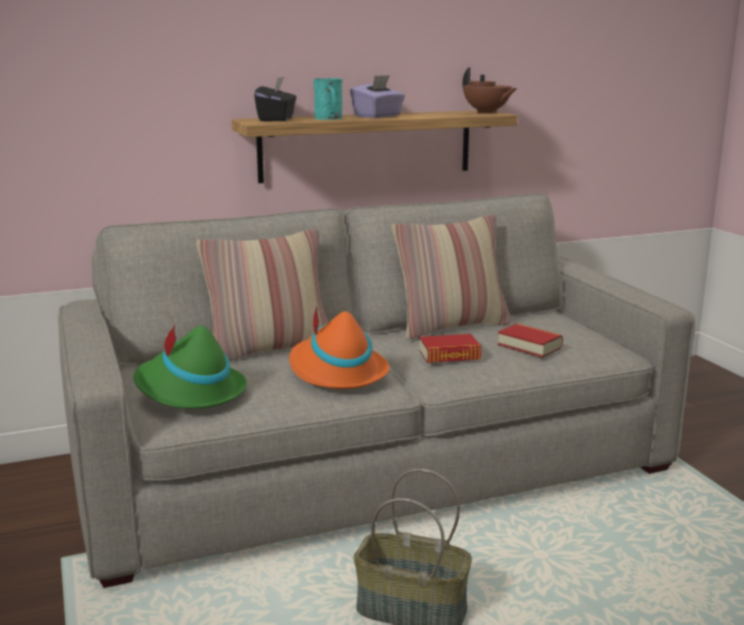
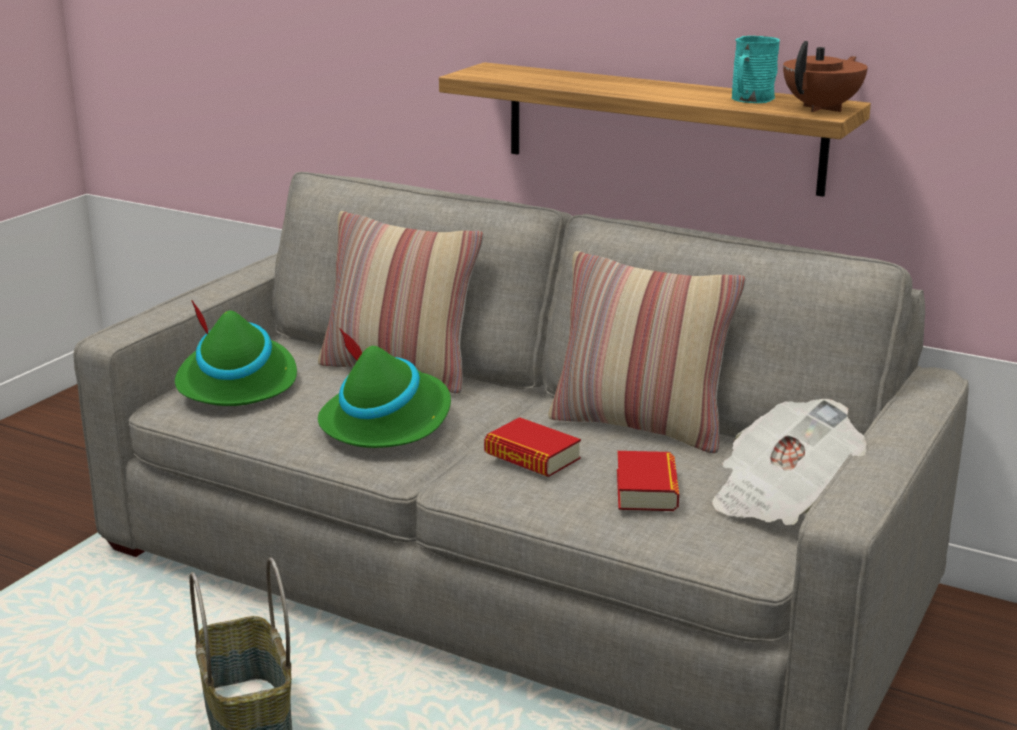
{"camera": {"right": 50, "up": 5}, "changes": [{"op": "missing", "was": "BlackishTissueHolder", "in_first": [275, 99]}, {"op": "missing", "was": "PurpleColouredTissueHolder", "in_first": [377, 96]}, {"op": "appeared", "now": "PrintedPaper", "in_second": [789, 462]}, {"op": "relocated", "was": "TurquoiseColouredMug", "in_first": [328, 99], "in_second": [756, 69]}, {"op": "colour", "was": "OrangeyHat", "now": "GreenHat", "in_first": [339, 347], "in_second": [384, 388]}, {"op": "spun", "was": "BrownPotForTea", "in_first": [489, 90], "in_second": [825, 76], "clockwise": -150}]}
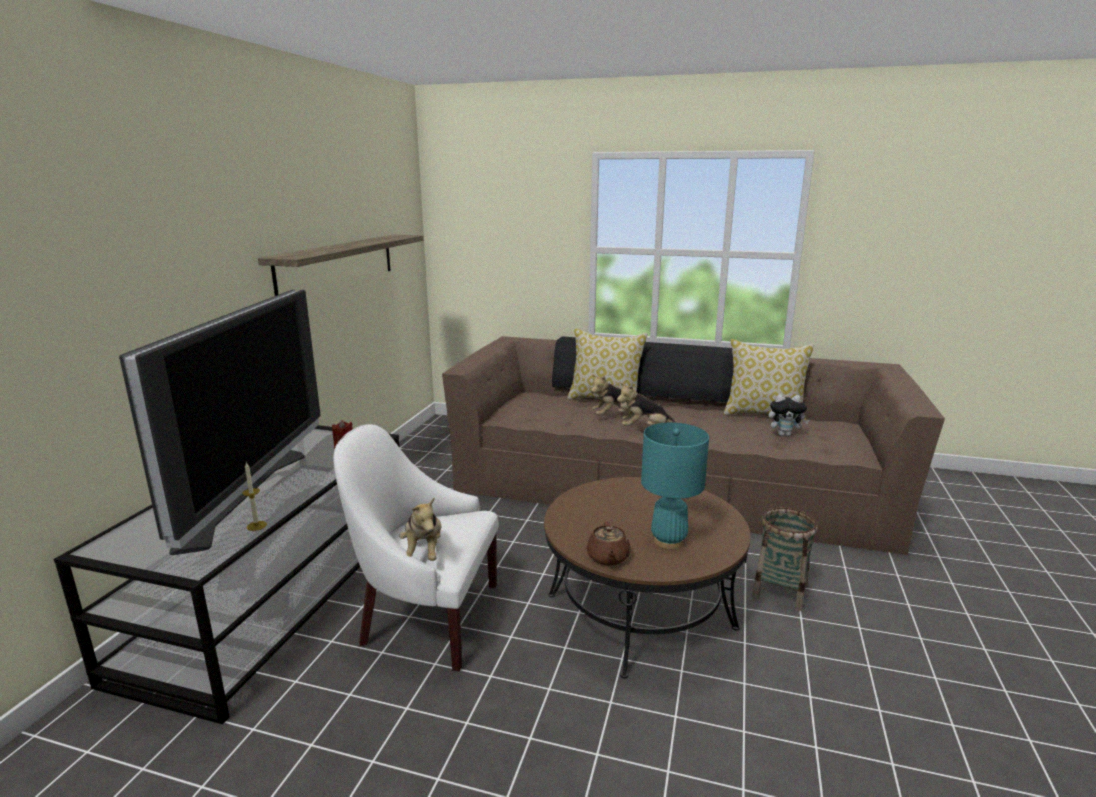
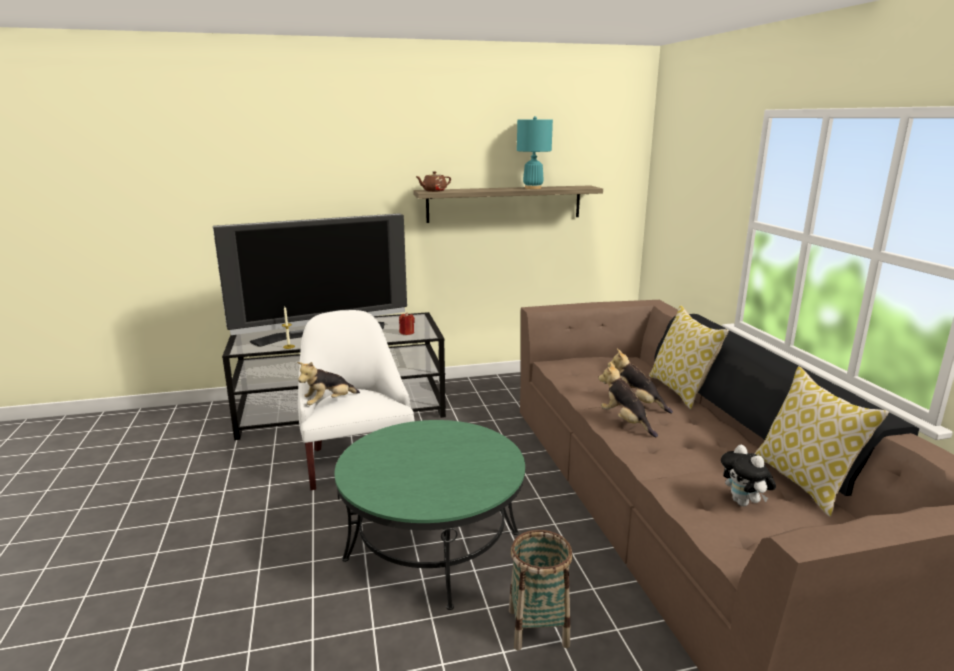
{"camera": {"right": 60, "up": 0}, "changes": [{"op": "relocated", "was": "BrownPotForTea", "in_first": [609, 543], "in_second": [433, 181]}, {"op": "relocated", "was": "TurquoiseColouredLampForATable", "in_first": [675, 486], "in_second": [535, 152]}, {"op": "colour", "was": "BrownCoffeeTable", "now": "GreenCoffeeTable", "in_first": [647, 577], "in_second": [429, 515]}]}
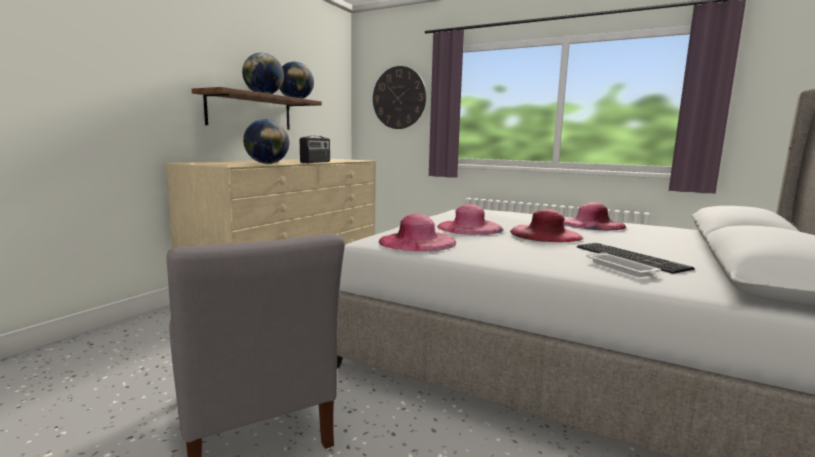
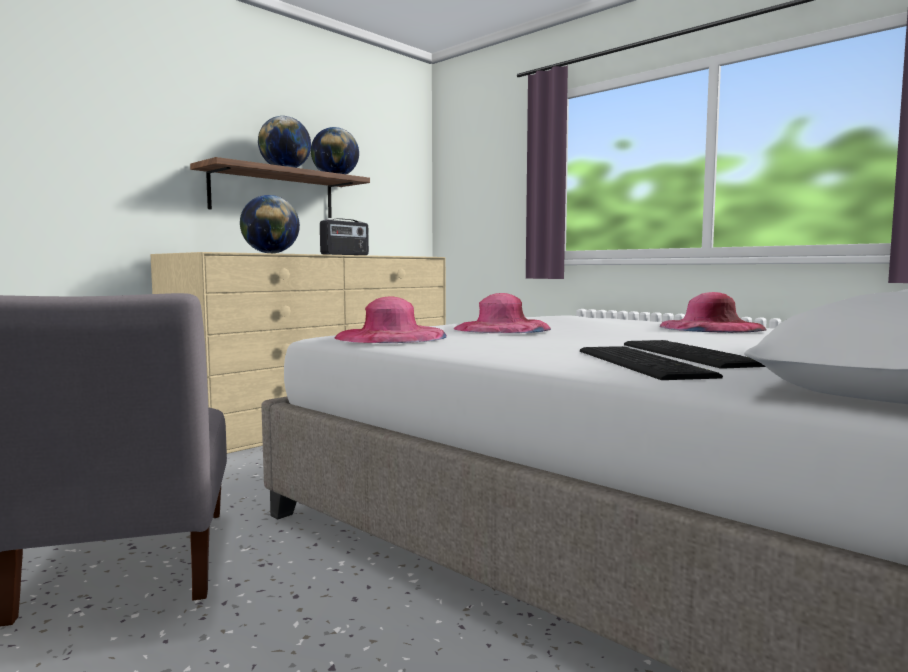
{"camera": {"right": 15, "up": -5}, "changes": [{"op": "missing", "was": "ClockOnTheWall", "in_first": [399, 97]}, {"op": "missing", "was": "PinkColouredHat", "in_first": [547, 225]}, {"op": "exchanged", "was": "WhiteColouredTray", "now": "PcKeyboard", "in_first": [623, 264], "in_second": [651, 363]}]}
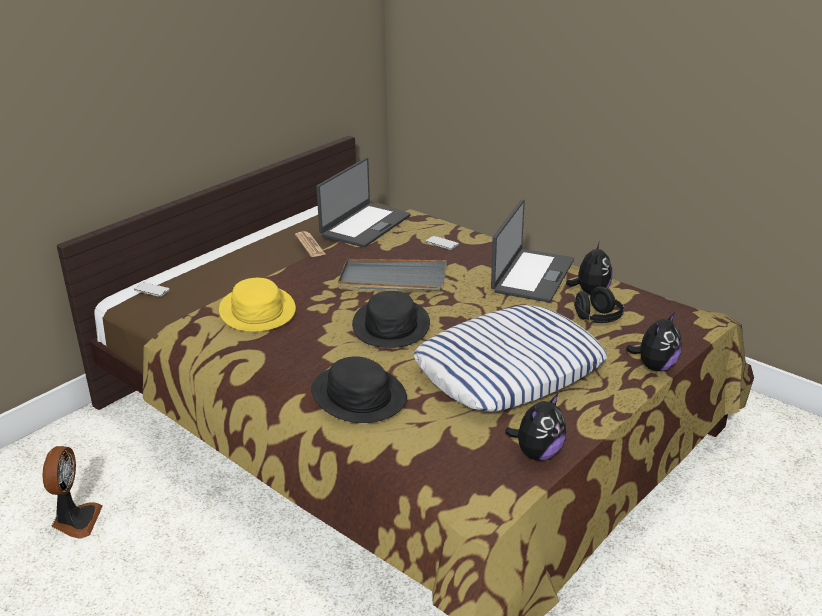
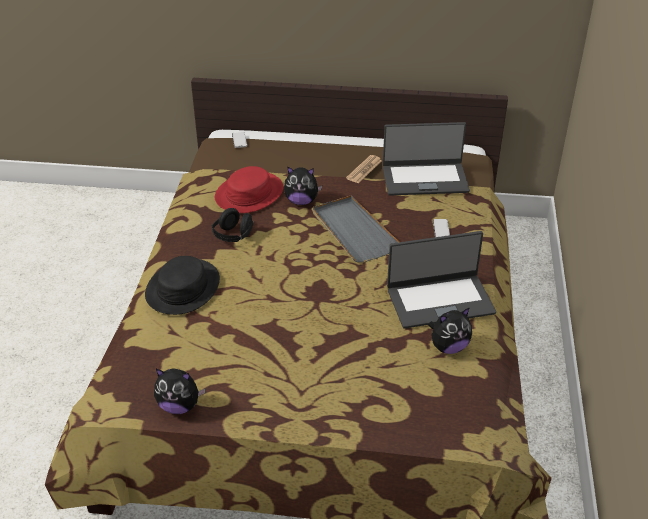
{"camera": {"right": 55, "up": 10}, "changes": [{"op": "missing", "was": "Fan", "in_first": [72, 492]}, {"op": "missing", "was": "BlackishHat", "in_first": [391, 319]}, {"op": "missing", "was": "ThrowPillow", "in_first": [510, 358]}, {"op": "relocated", "was": "BlackishHeadphones", "in_first": [598, 304], "in_second": [232, 225]}, {"op": "relocated", "was": "SoftToy", "in_first": [653, 341], "in_second": [303, 185]}, {"op": "colour", "was": "YellowishHat", "now": "RedColouredHat", "in_first": [257, 305], "in_second": [249, 189]}]}
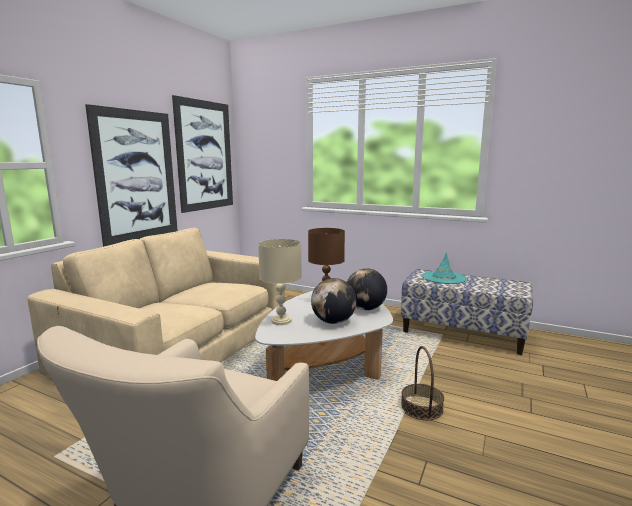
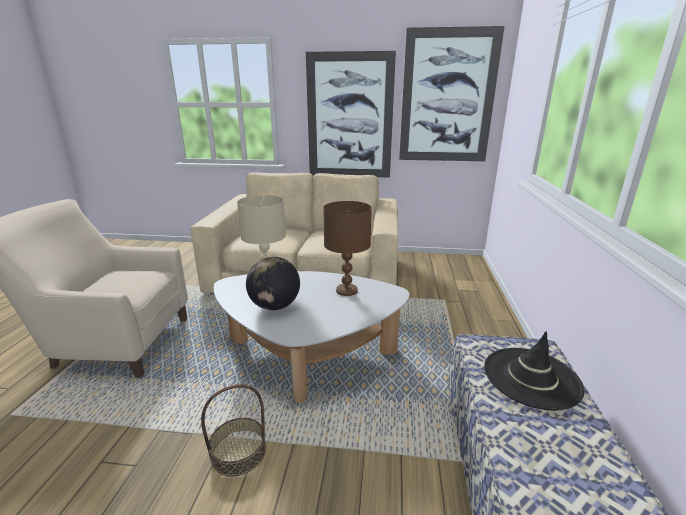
{"camera": {"right": 70, "up": 10}, "changes": [{"op": "missing", "was": "DeskGlobe", "in_first": [367, 289]}, {"op": "colour", "was": "TurquoiseColouredHat", "now": "BlackishHat", "in_first": [444, 268], "in_second": [534, 371]}]}
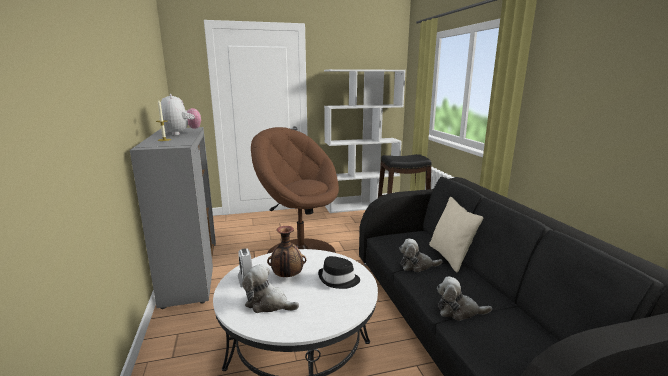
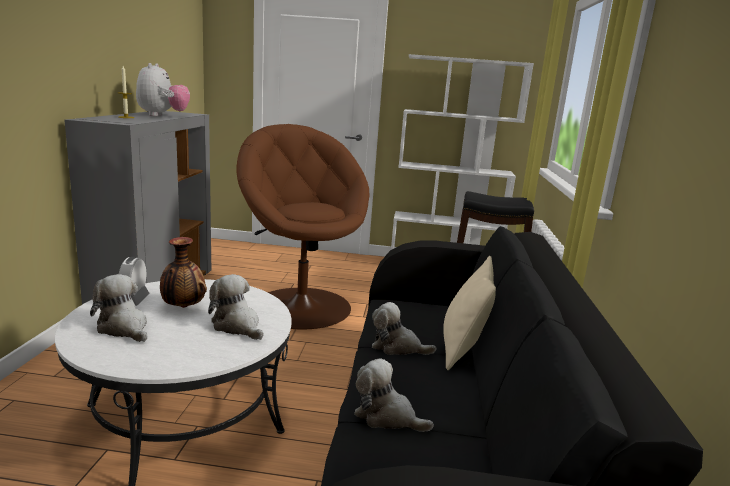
{"camera": {"right": 20, "up": 0}, "changes": [{"op": "exchanged", "was": "BlackishHat", "now": "SoftToy", "in_first": [339, 272], "in_second": [235, 307]}]}
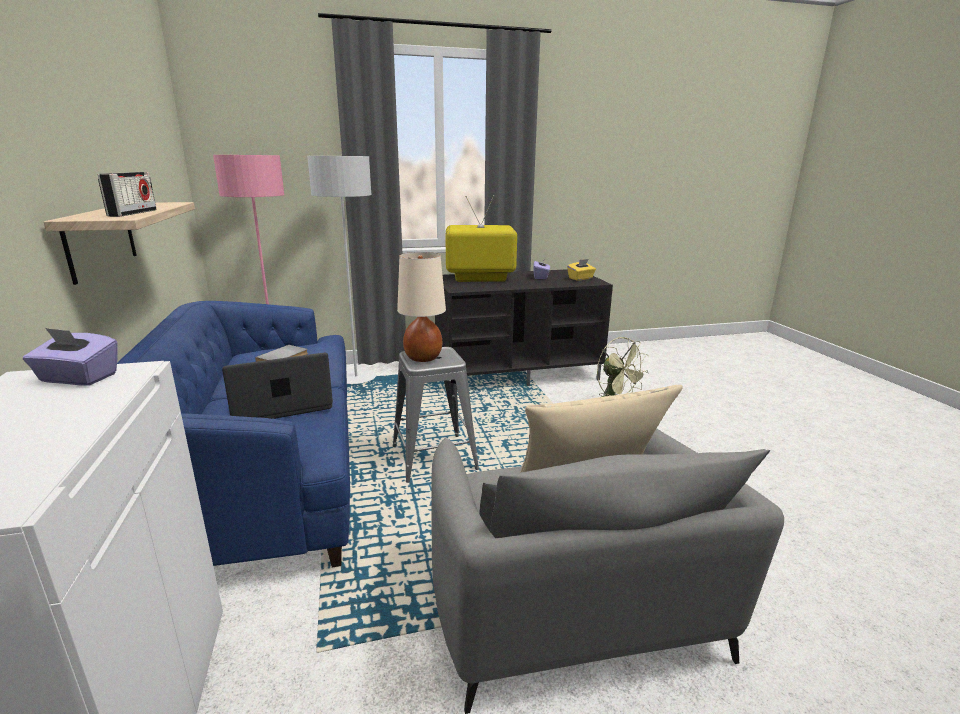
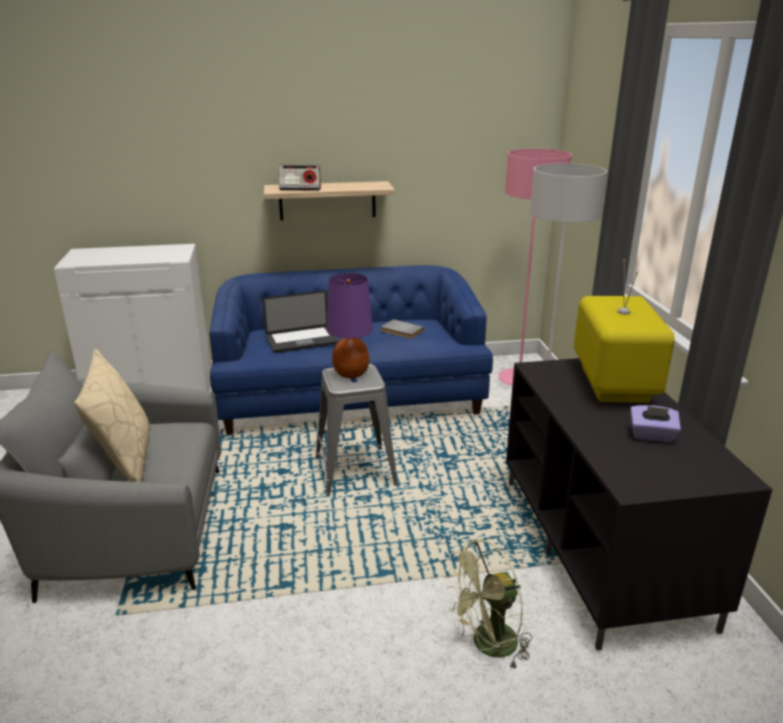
{"camera": {"right": 95, "up": 5}, "changes": [{"op": "missing", "was": "PurpleColouredTissueHolder", "in_first": [70, 357]}, {"op": "missing", "was": "YellowishTissueHolder", "in_first": [581, 270]}, {"op": "colour", "was": "SandColouredLampForATable", "now": "PurpleColouredLampForATable", "in_first": [421, 307], "in_second": [350, 325]}, {"op": "spun", "was": "Laptop", "in_first": [277, 386], "in_second": [300, 321], "clockwise": 90}]}
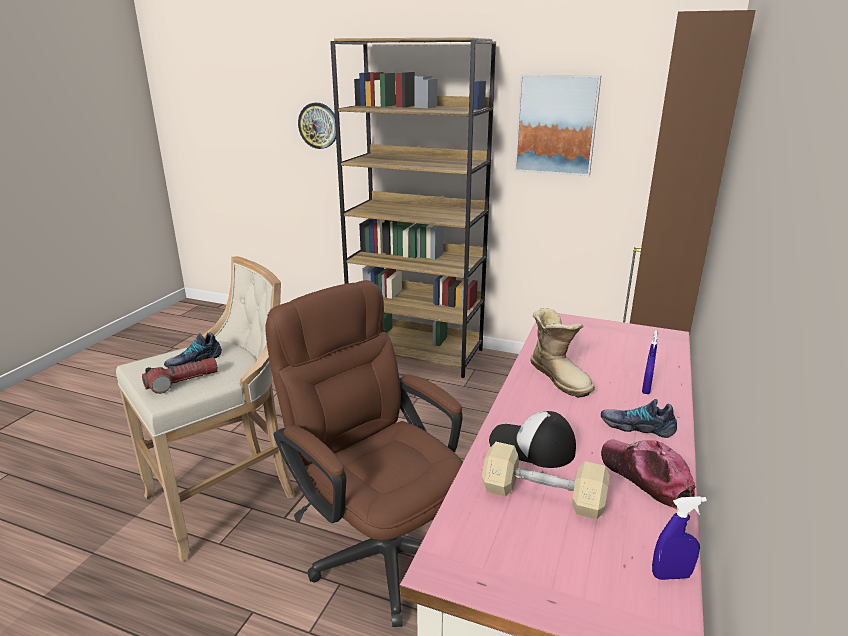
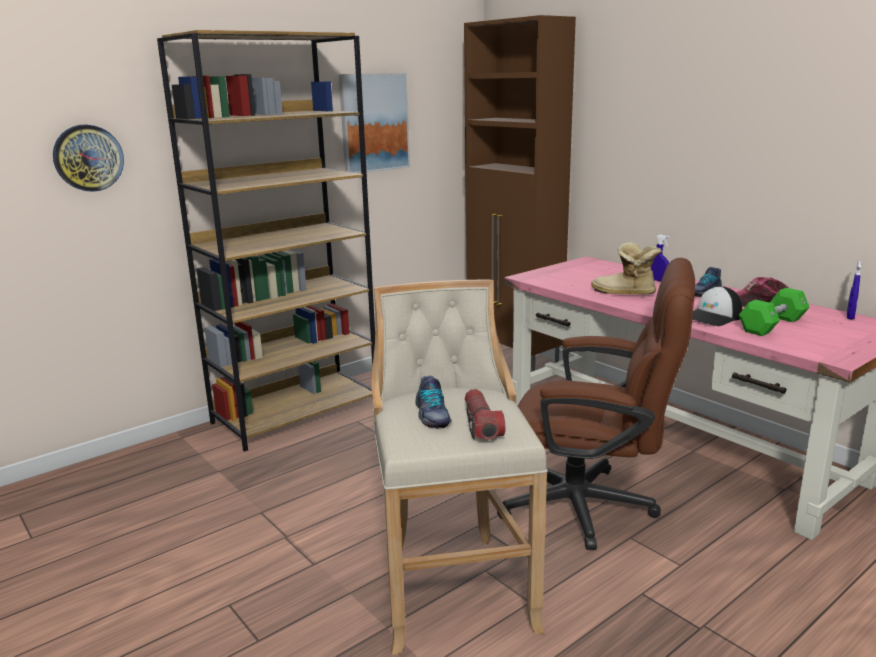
{"camera": {"right": -60, "up": -5}, "changes": [{"op": "colour", "was": "SandColouredHandWeight", "now": "GreenHandWeight", "in_first": [546, 481], "in_second": [774, 312]}, {"op": "spun", "was": "BrownDeskChair", "in_first": [364, 453], "in_second": [596, 404], "clockwise": -150}, {"op": "spun", "was": "HighTopBoot", "in_first": [562, 353], "in_second": [626, 268], "clockwise": -150}]}
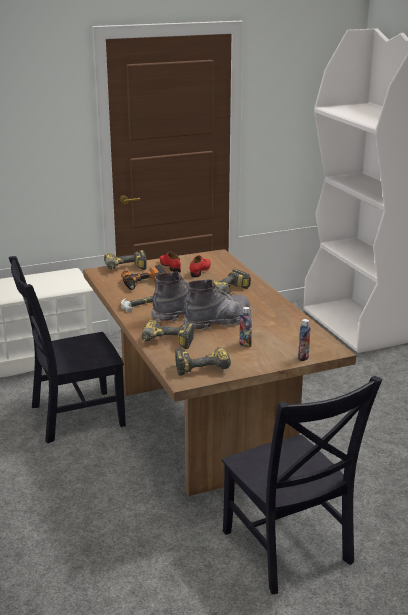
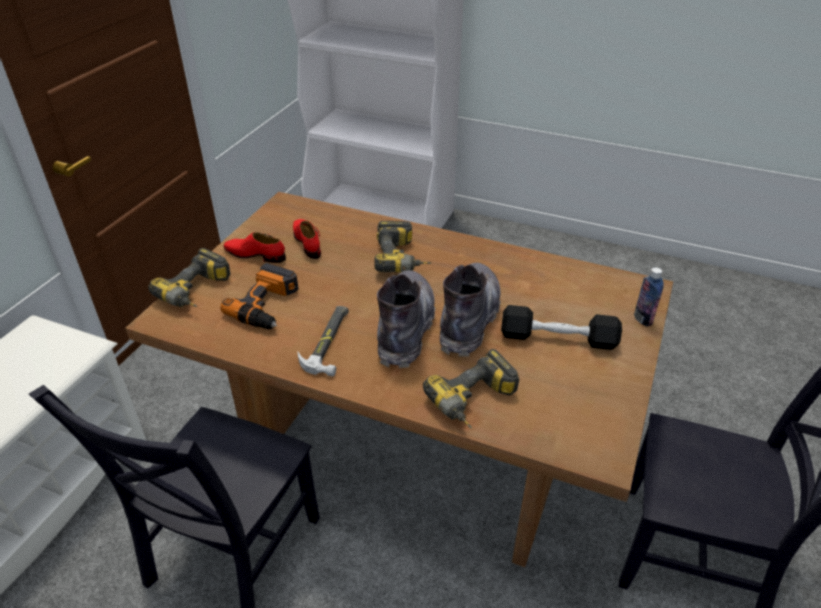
{"camera": {"right": -45, "up": 15}, "changes": [{"op": "missing", "was": "PowerDrill", "in_first": [203, 361]}, {"op": "exchanged", "was": "BeverageBottle", "now": "BlackishHandWeight", "in_first": [245, 327], "in_second": [561, 327]}]}
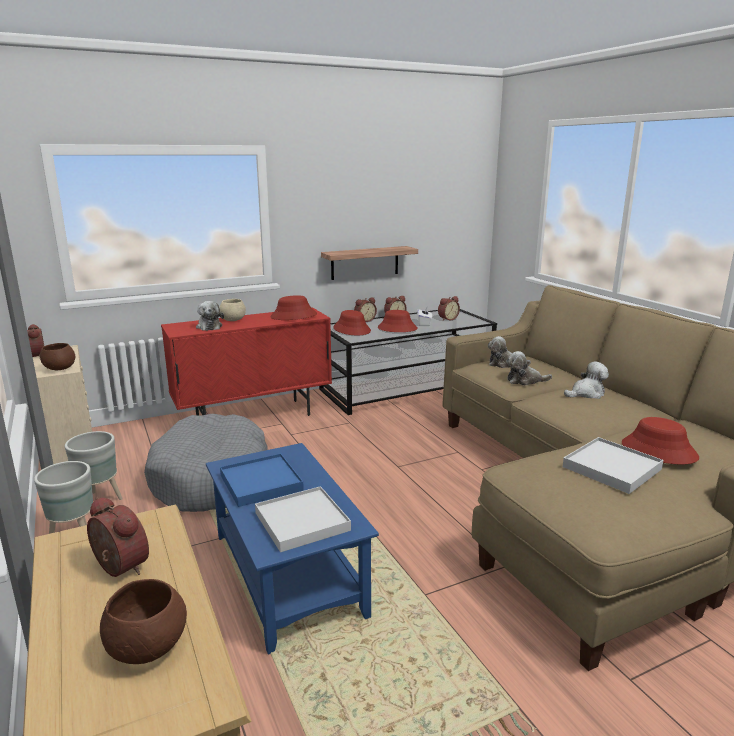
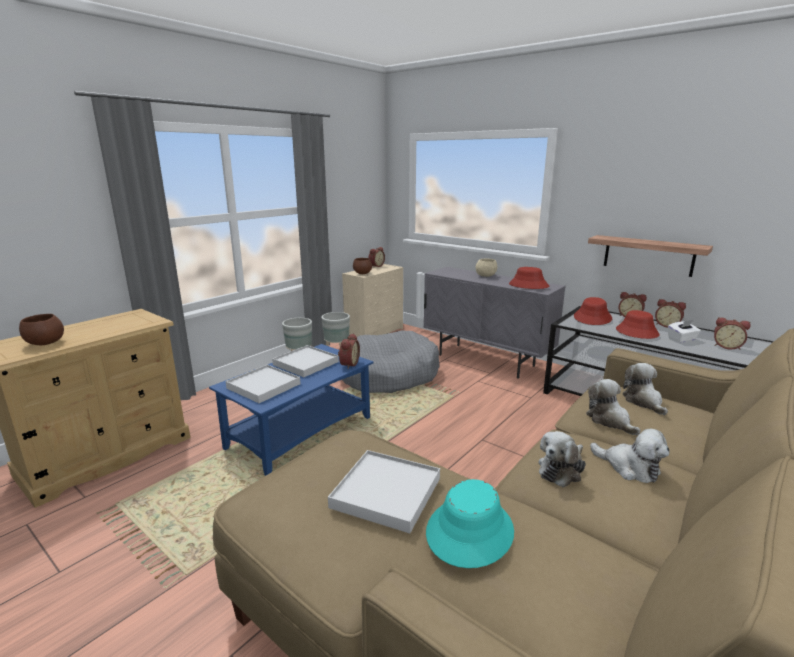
{"camera": {"right": 65, "up": 0}, "changes": [{"op": "relocated", "was": "AlarmClock", "in_first": [118, 537], "in_second": [349, 351]}, {"op": "relocated", "was": "SoftToy", "in_first": [210, 316], "in_second": [562, 459]}, {"op": "colour", "was": "RedColouredStorageCabinet", "now": "GreyStorageCabinet", "in_first": [246, 362], "in_second": [494, 323]}, {"op": "colour", "was": "BlueColouredTray", "now": "WhiteColouredTray", "in_first": [262, 480], "in_second": [305, 361]}, {"op": "colour", "was": "RedColouredHat", "now": "TurquoiseColouredHat", "in_first": [660, 441], "in_second": [470, 523]}]}
